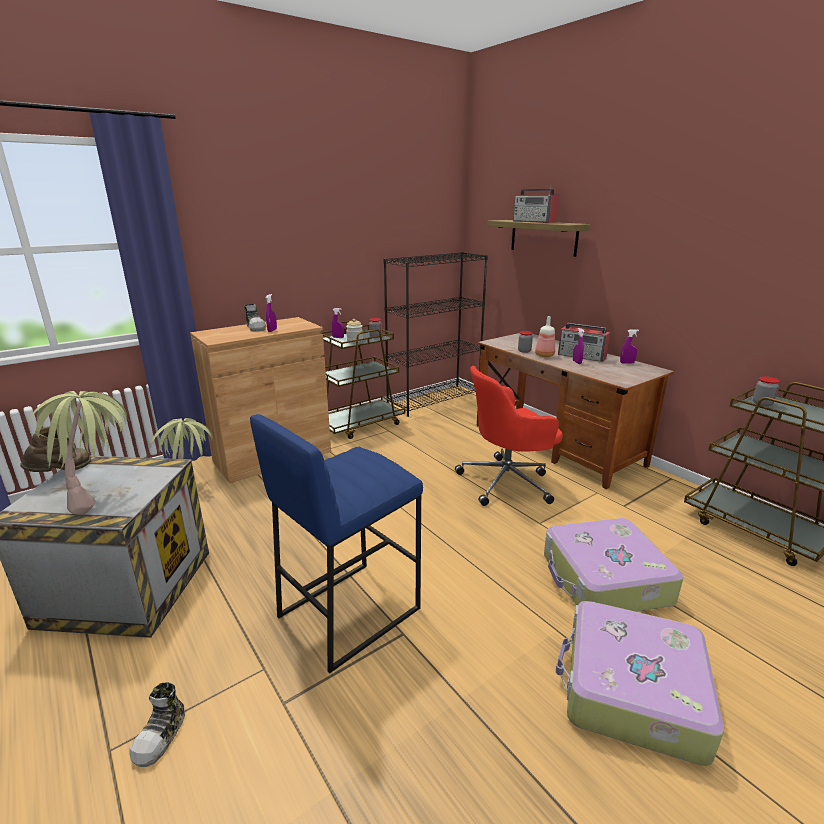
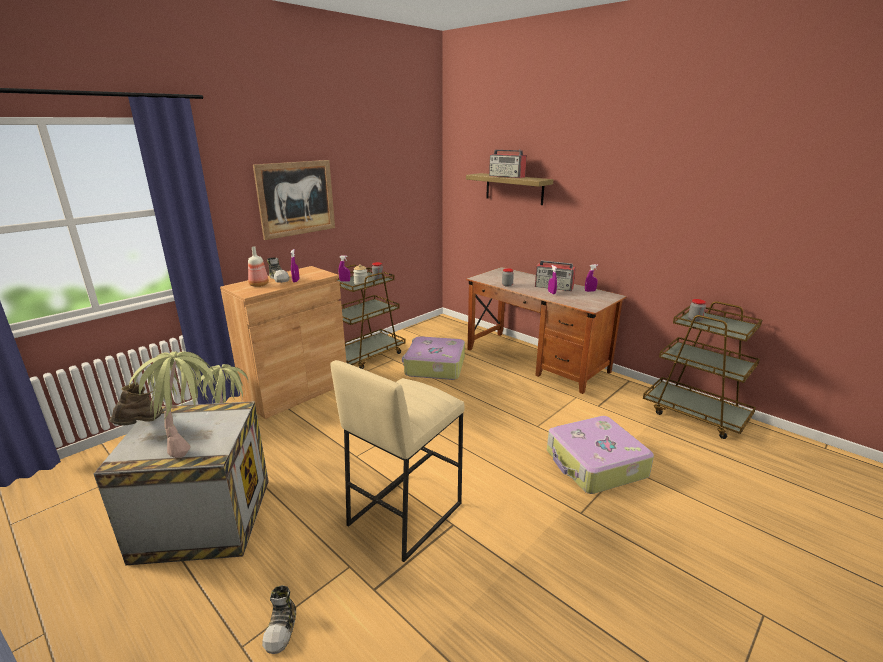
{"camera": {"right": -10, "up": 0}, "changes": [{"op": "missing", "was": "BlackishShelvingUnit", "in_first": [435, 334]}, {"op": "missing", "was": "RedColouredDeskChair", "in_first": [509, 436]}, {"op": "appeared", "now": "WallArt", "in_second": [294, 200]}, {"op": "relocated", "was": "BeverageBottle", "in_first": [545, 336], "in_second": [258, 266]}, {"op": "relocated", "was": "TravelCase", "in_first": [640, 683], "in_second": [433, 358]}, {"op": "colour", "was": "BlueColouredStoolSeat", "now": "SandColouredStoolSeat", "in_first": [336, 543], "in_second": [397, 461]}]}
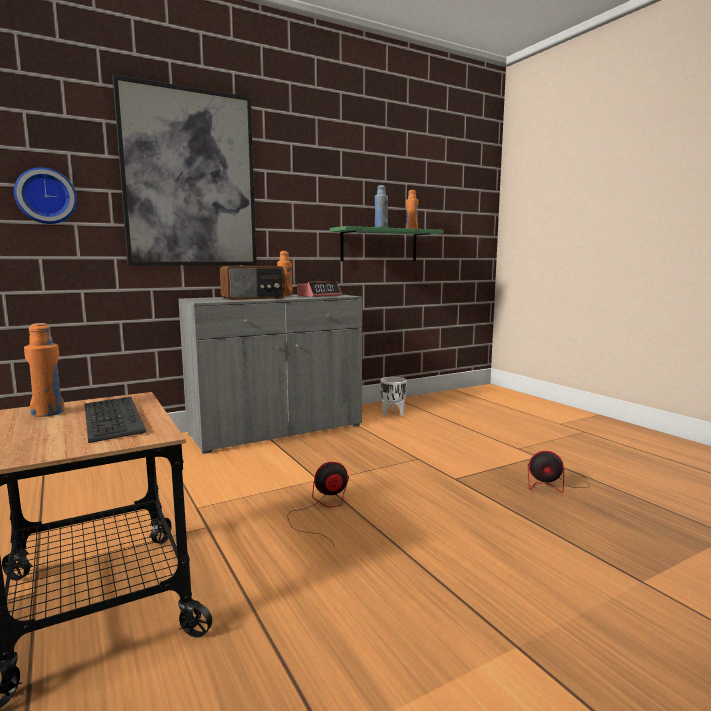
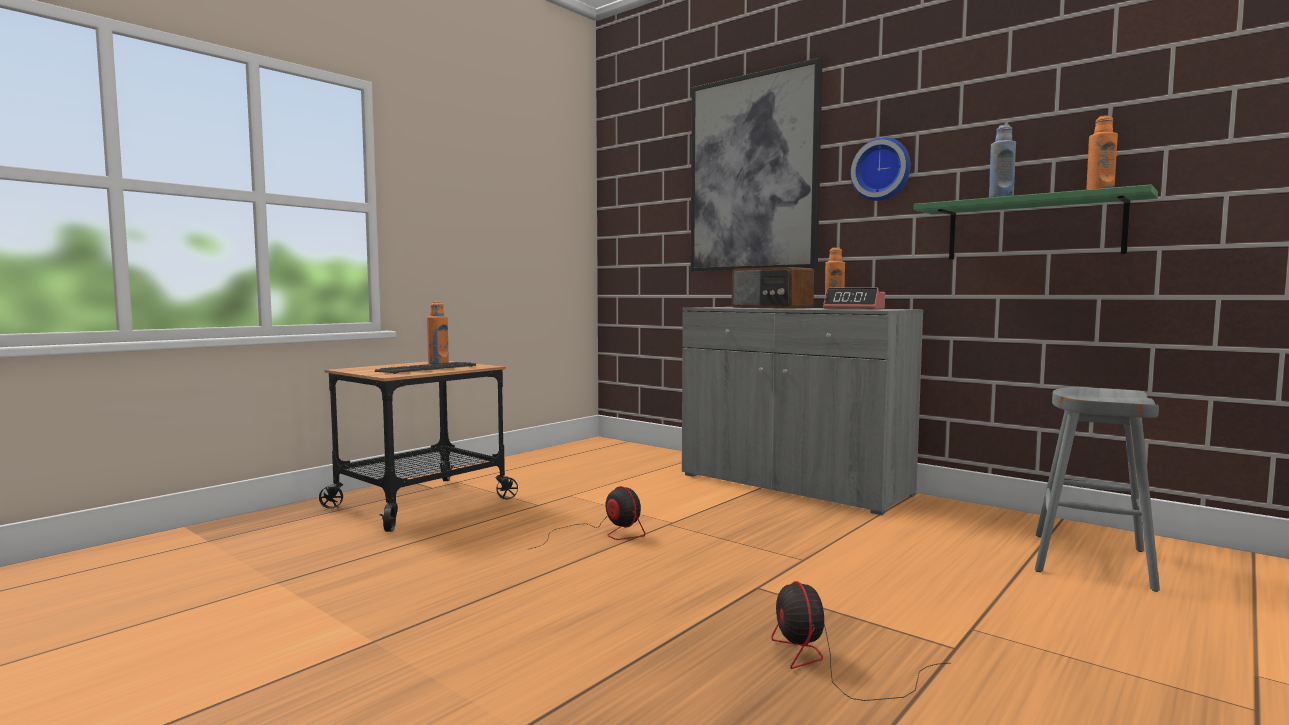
{"camera": {"right": 70, "up": -5}, "changes": [{"op": "missing", "was": "WhiteColouredPlanter", "in_first": [393, 396]}, {"op": "appeared", "now": "GreyStoolSeat", "in_second": [1097, 489]}, {"op": "relocated", "was": "ClockOnTheWall", "in_first": [45, 195], "in_second": [881, 169]}]}
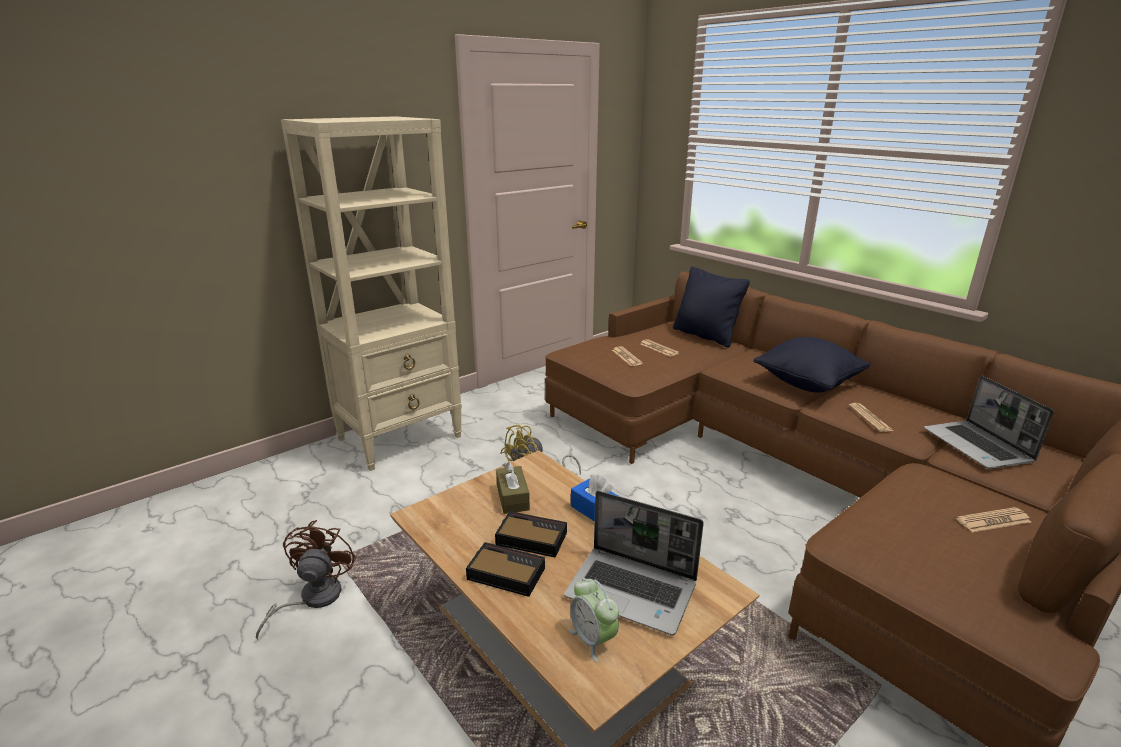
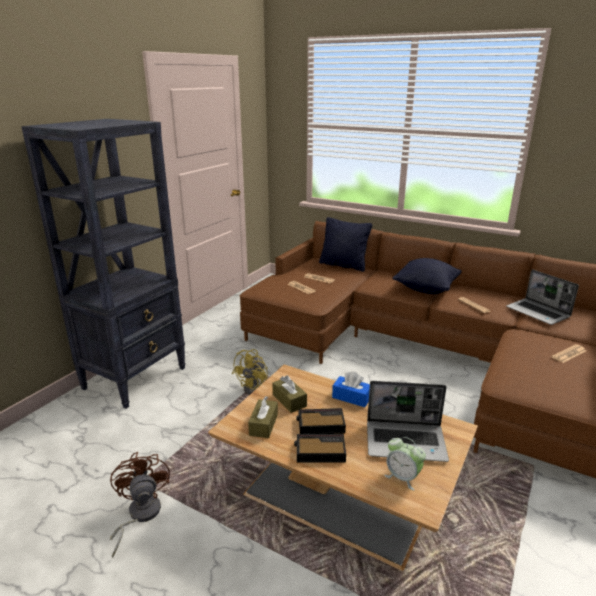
{"camera": {"right": -20, "up": 0}, "changes": [{"op": "appeared", "now": "BrownTissueHolder", "in_second": [263, 417]}, {"op": "colour", "was": "SandColouredShelvingUnit", "now": "BlackishShelvingUnit", "in_first": [371, 293], "in_second": [103, 264]}]}
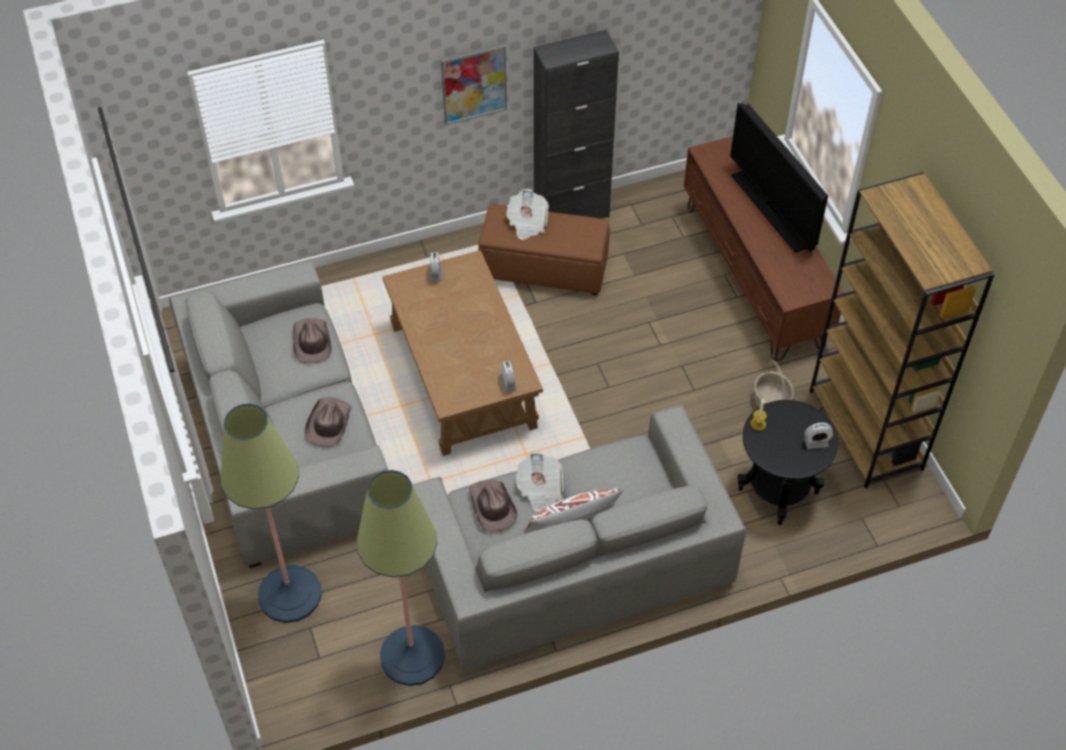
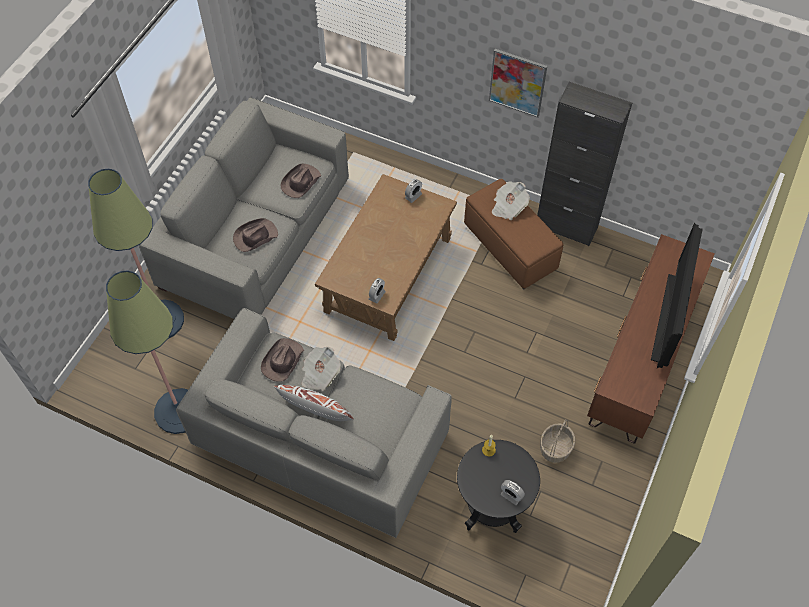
{"camera": {"right": 45, "up": 5}, "changes": [{"op": "missing", "was": "BrownShelvingUnit", "in_first": [902, 330]}]}
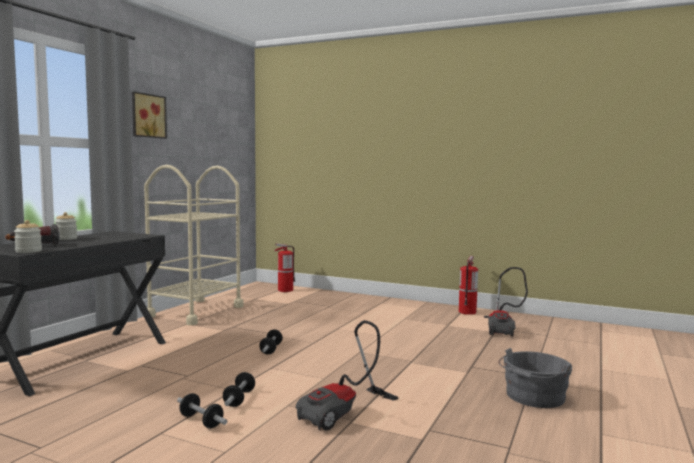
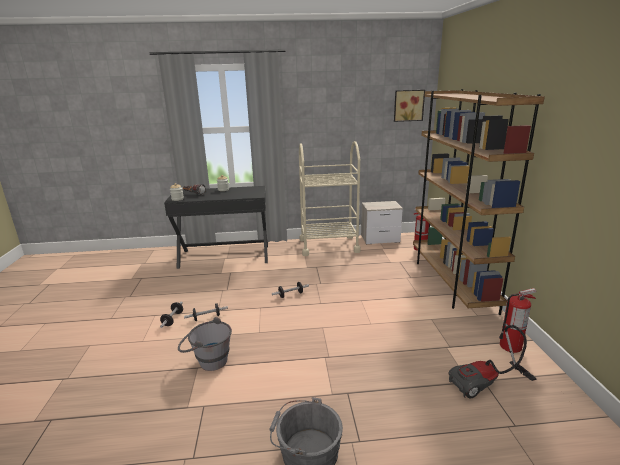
{"camera": {"right": 60, "up": 15}, "changes": [{"op": "appeared", "now": "Nightstand", "in_second": [382, 222]}, {"op": "appeared", "now": "BrownShelvingUnit", "in_second": [479, 202]}, {"op": "relocated", "was": "WallArt", "in_first": [149, 115], "in_second": [409, 106]}, {"op": "exchanged", "was": "Vacuum", "now": "GreyWaterBucket", "in_first": [347, 375], "in_second": [205, 344]}]}
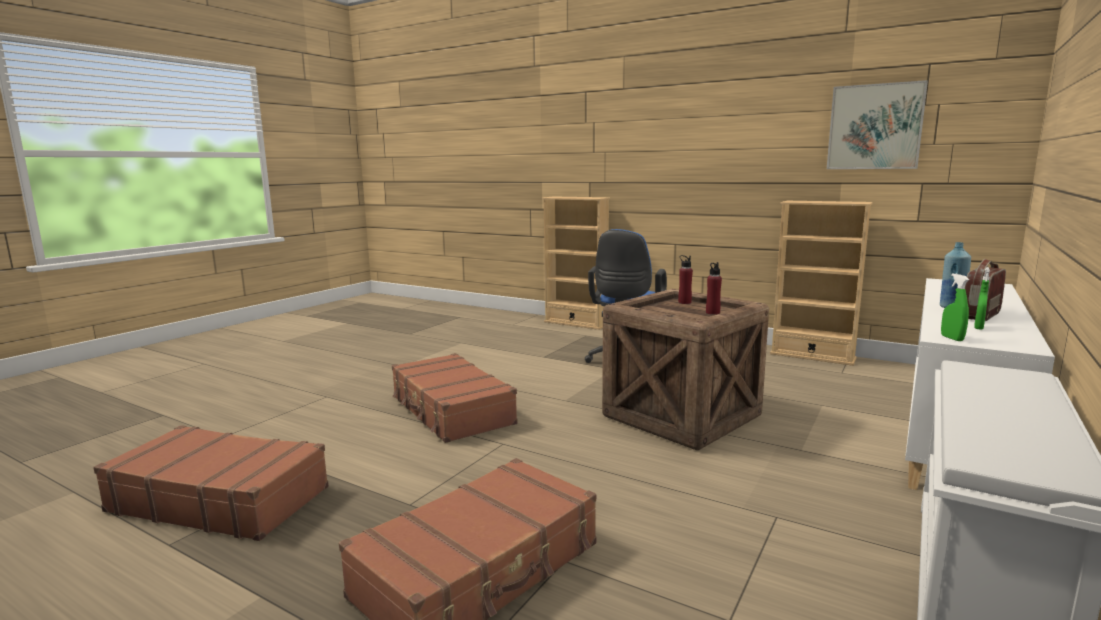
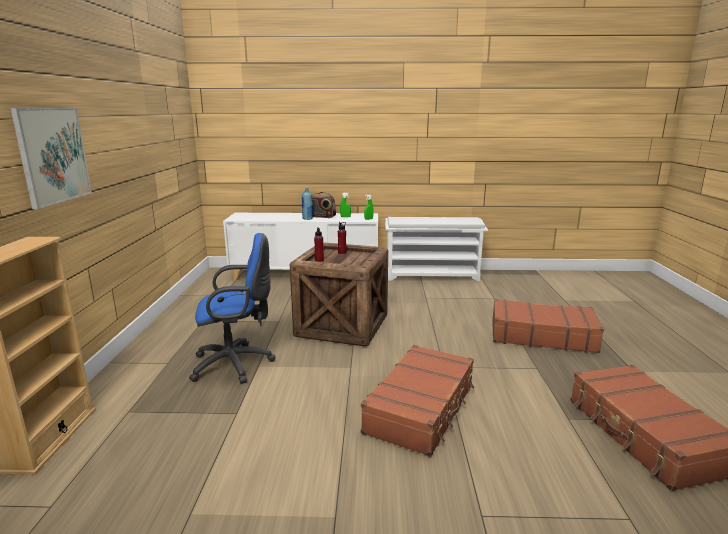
{"camera": {"right": -120, "up": 5}, "changes": [{"op": "missing", "was": "SandColouredShelvingUnit", "in_first": [821, 283]}, {"op": "relocated", "was": "WallArt", "in_first": [877, 124], "in_second": [51, 158]}]}
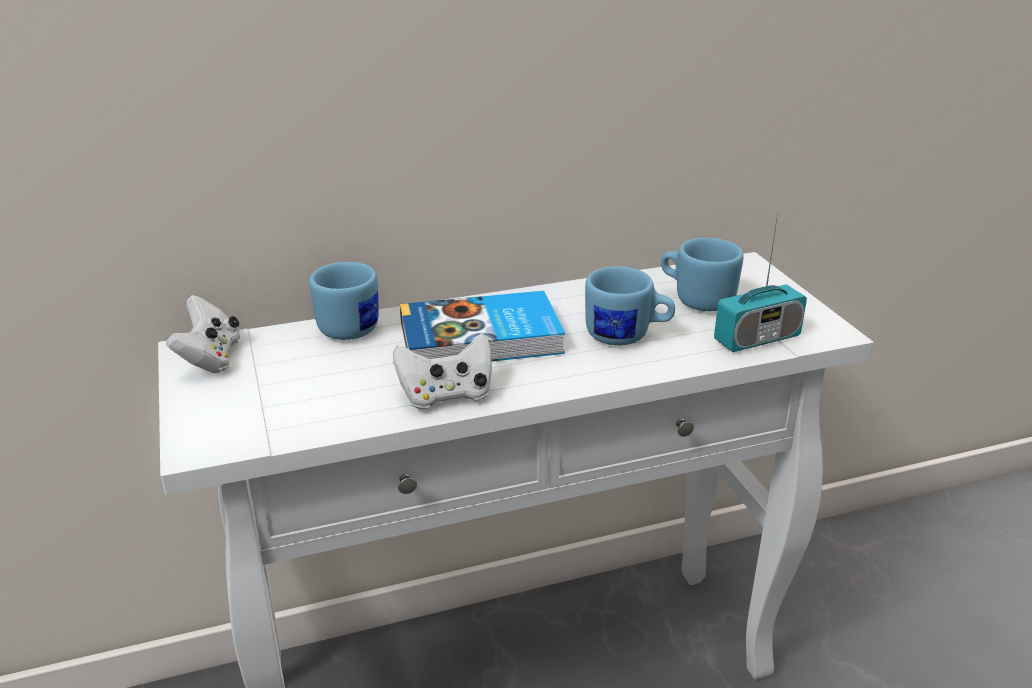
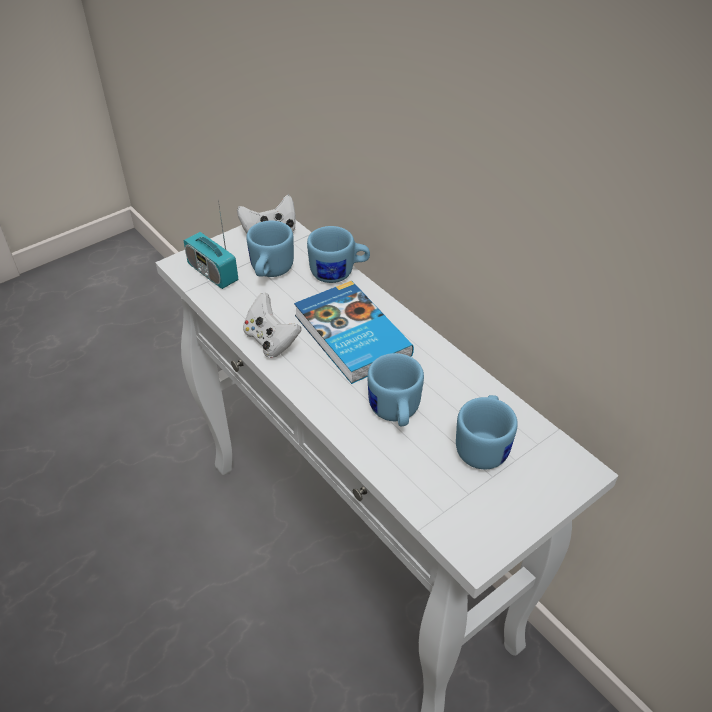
{"camera": {"right": 70, "up": 15}, "changes": [{"op": "appeared", "now": "BlueColouredMug", "in_second": [270, 248]}, {"op": "relocated", "was": "Radio", "in_first": [760, 281], "in_second": [211, 244]}]}
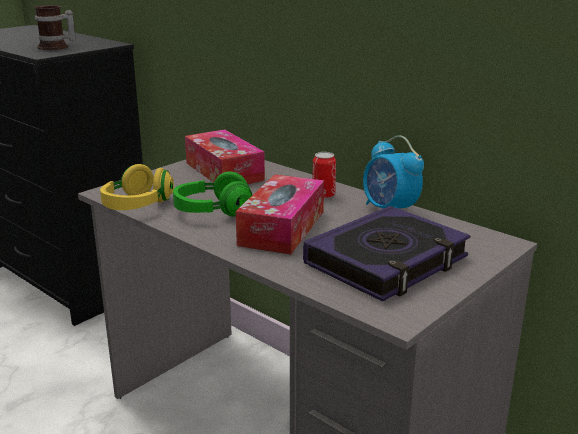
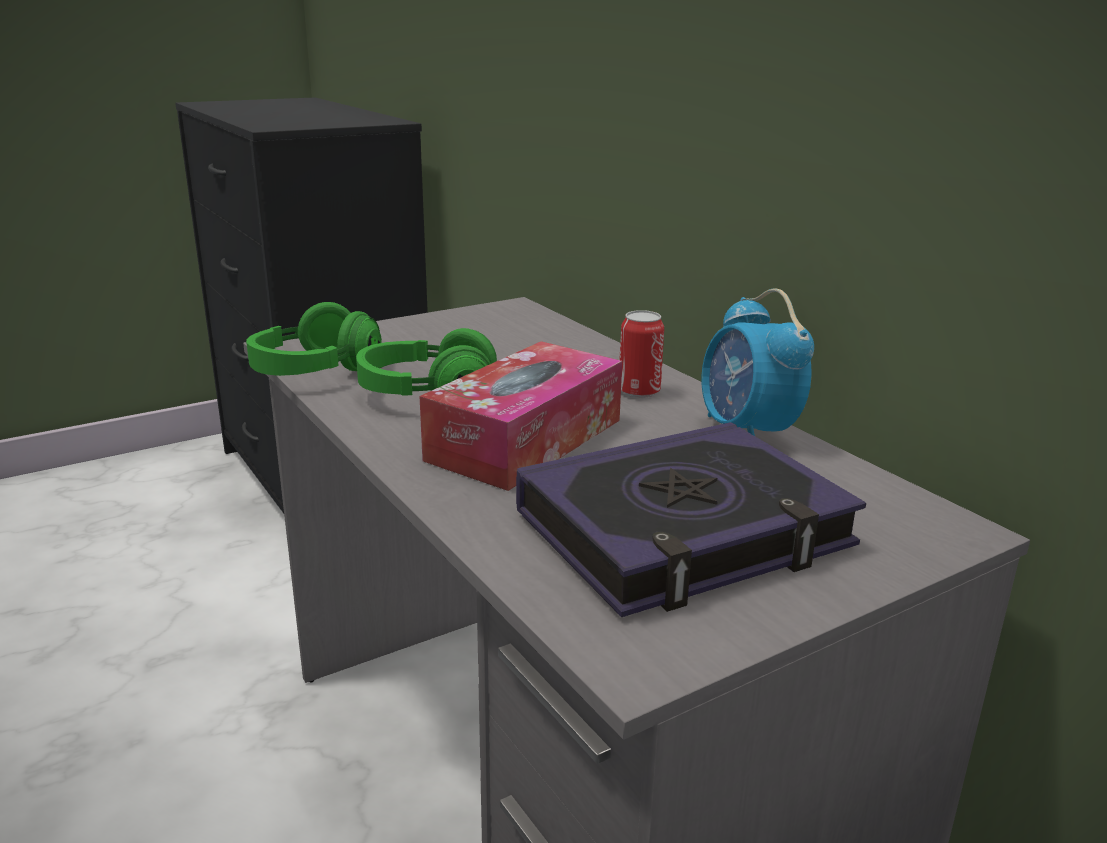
{"camera": {"right": 15, "up": 0}, "changes": [{"op": "missing", "was": "Mug", "in_first": [55, 27]}, {"op": "missing", "was": "TissueHolder", "in_first": [225, 156]}, {"op": "colour", "was": "YellowishHeadphones", "now": "GreenHeadphones", "in_first": [137, 187], "in_second": [314, 339]}]}
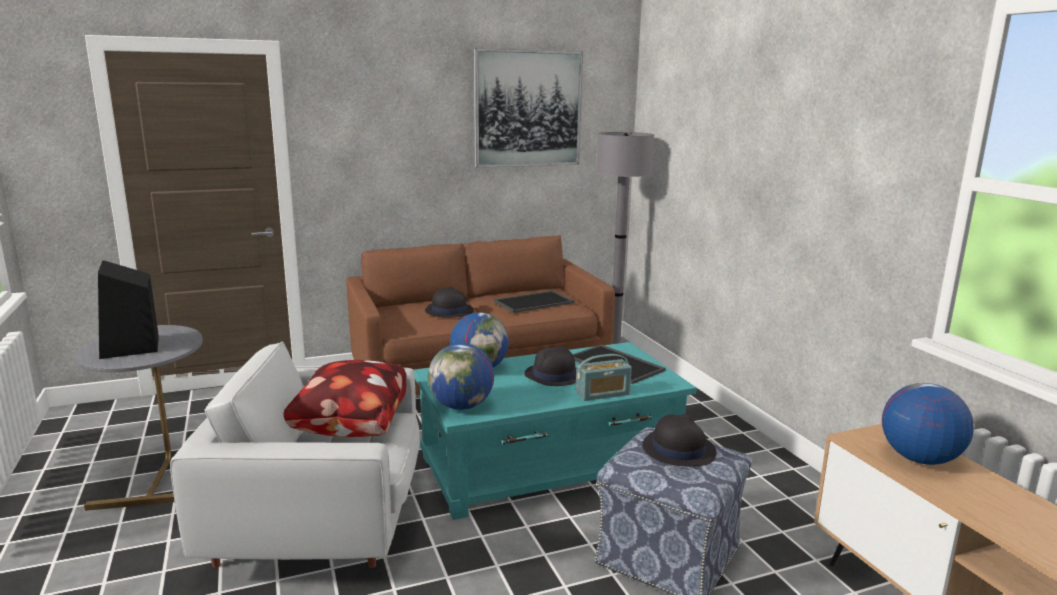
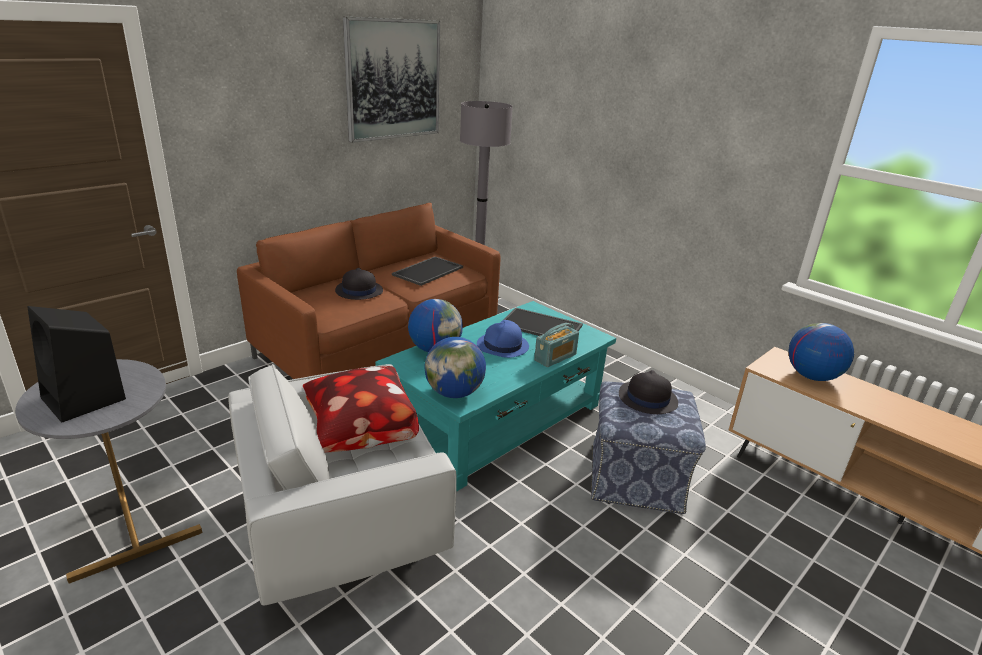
{"camera": {"right": -25, "up": 10}, "changes": [{"op": "colour", "was": "BlackishHat", "now": "BlueColouredHat", "in_first": [550, 366], "in_second": [503, 339]}]}
